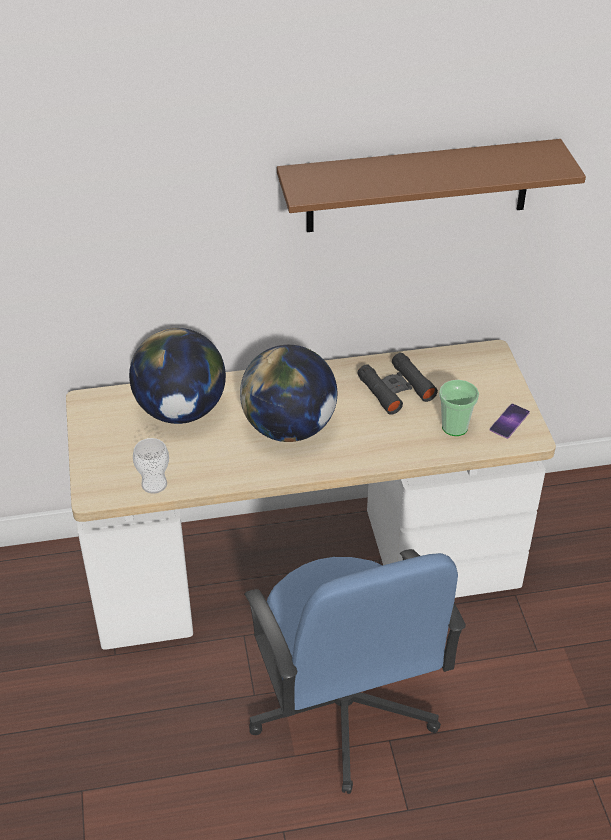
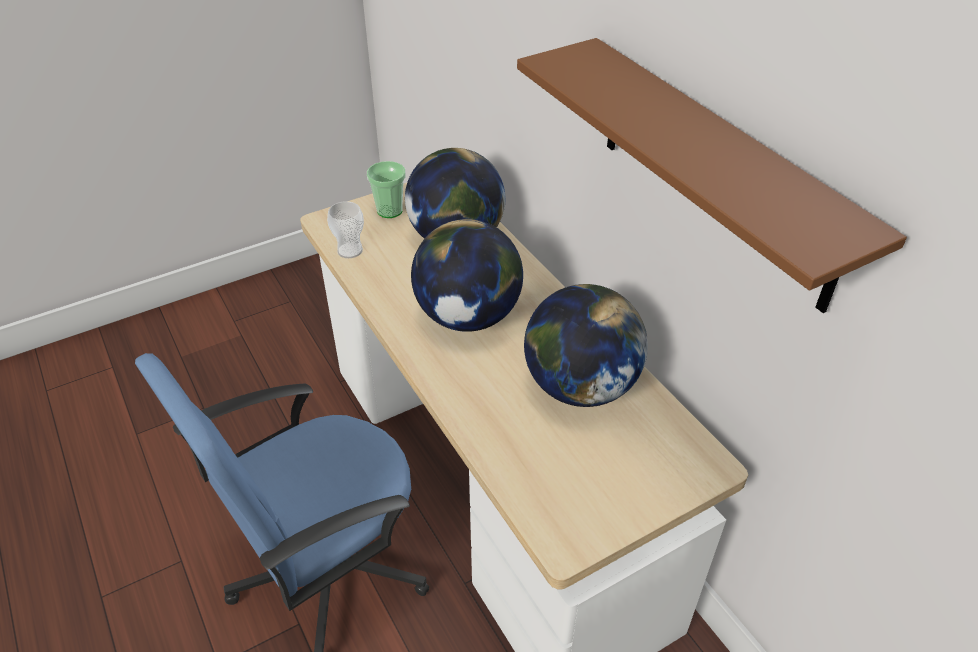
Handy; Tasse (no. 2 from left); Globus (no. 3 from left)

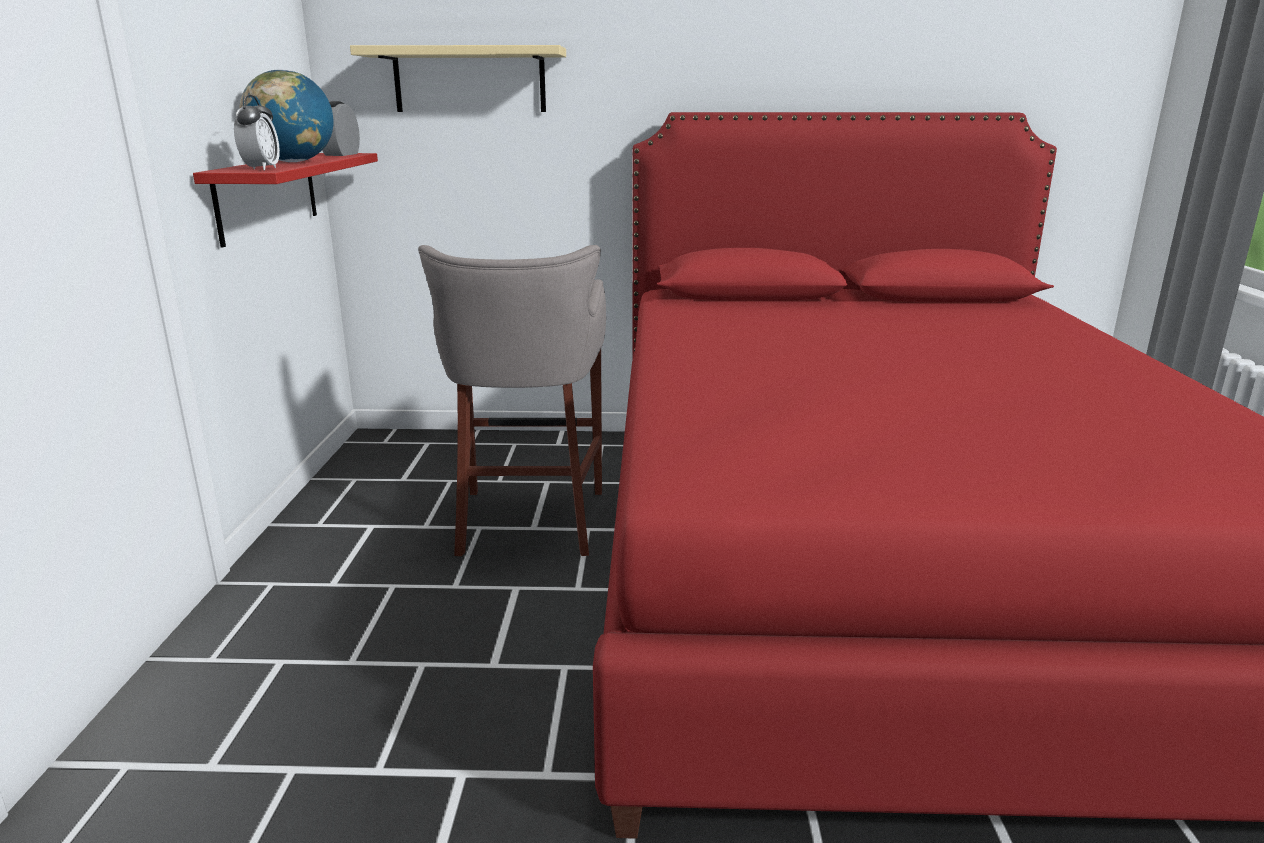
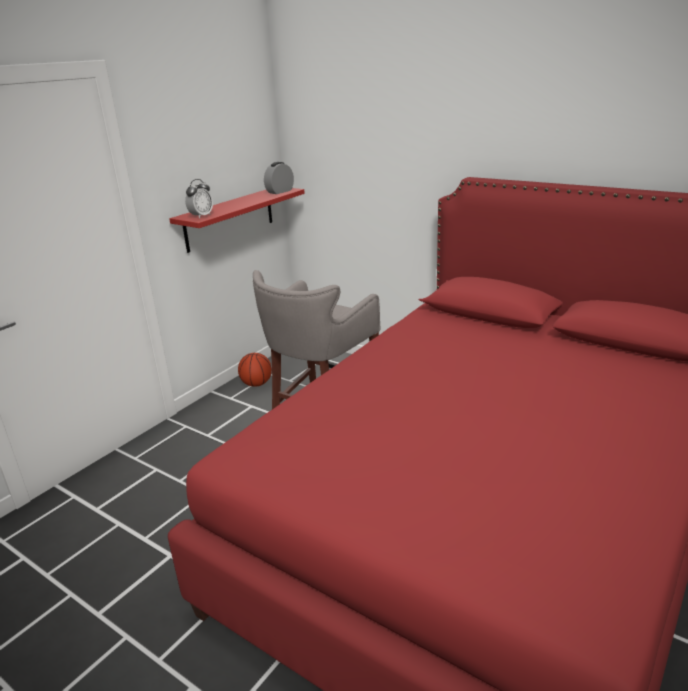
Globus; Wandregal (beige); Basketball

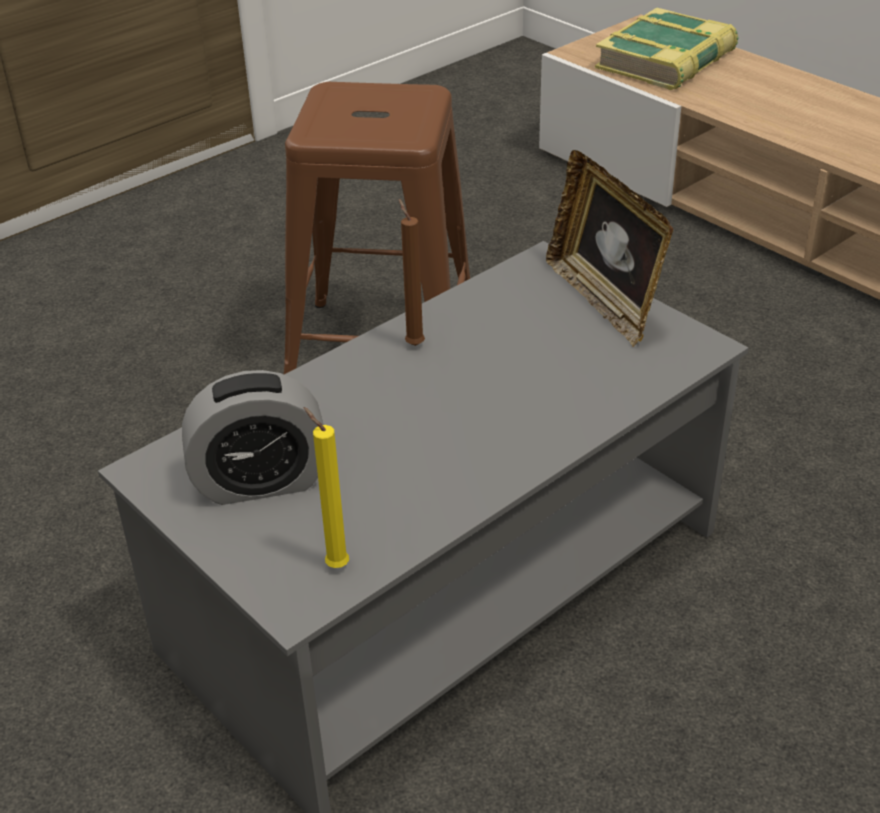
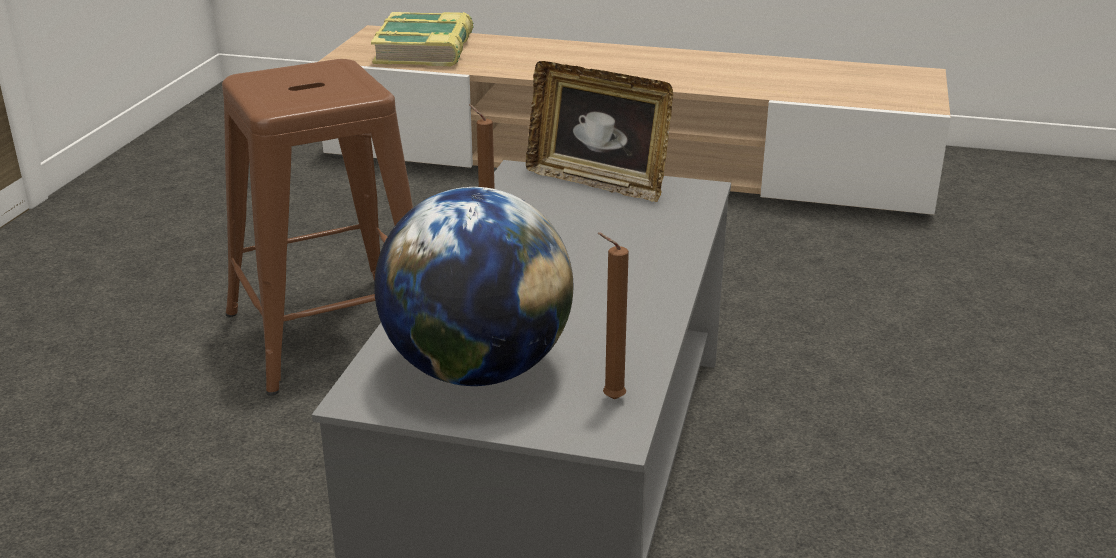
Globus; Kerze (braun) (no. 2 from left)

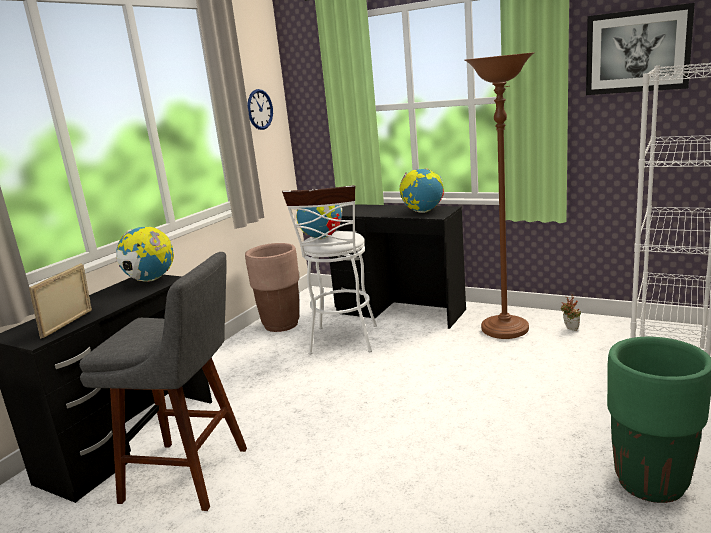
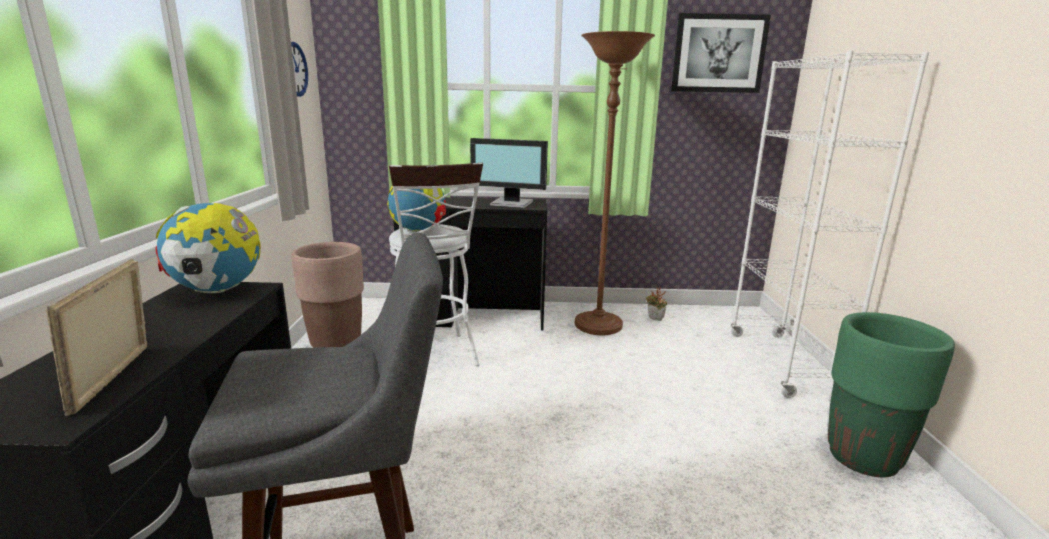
Monitor

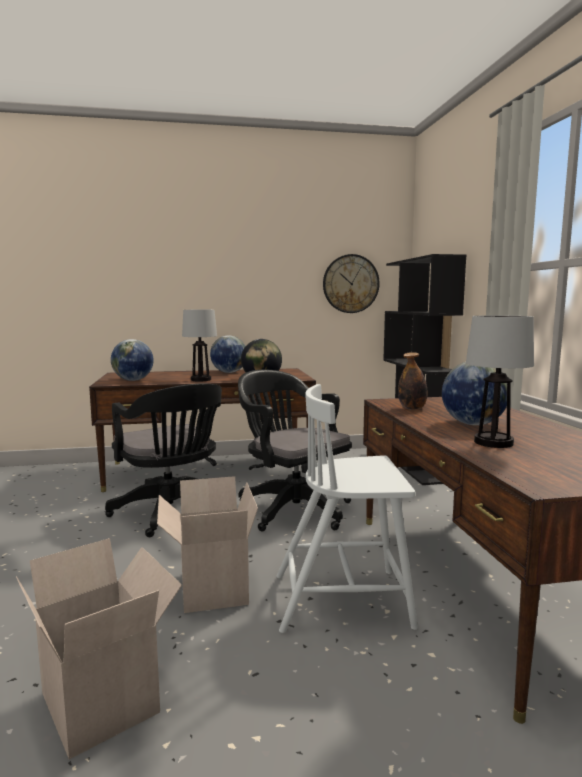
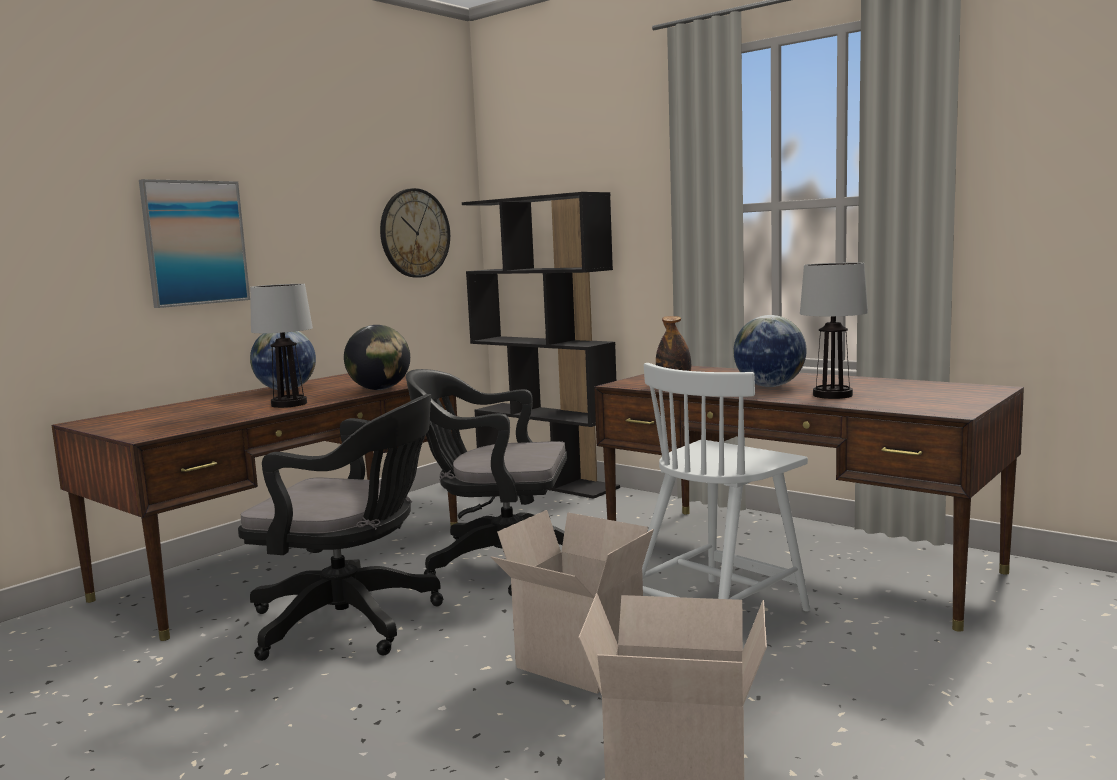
Globus (no. 1 from left in the first image); Bild

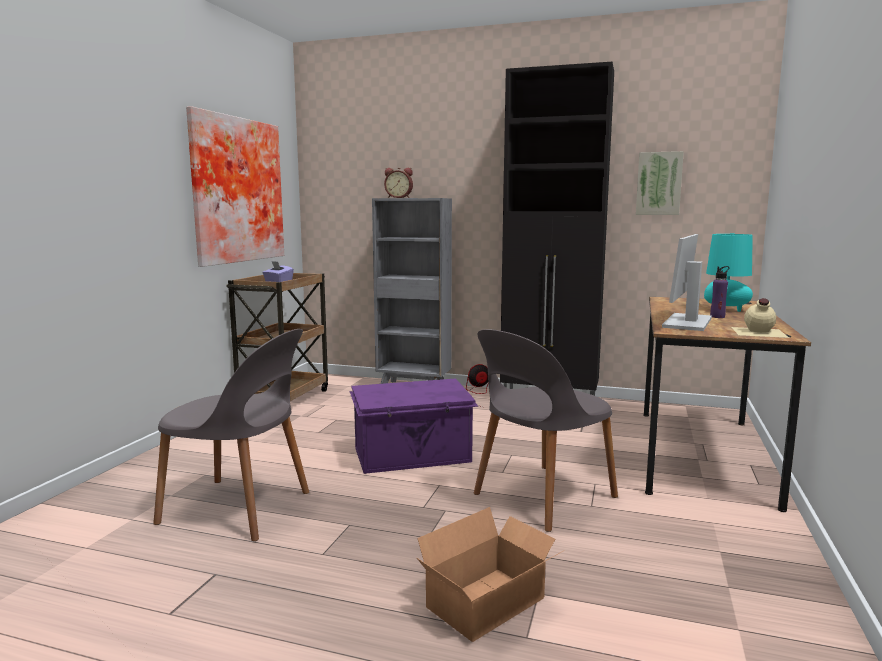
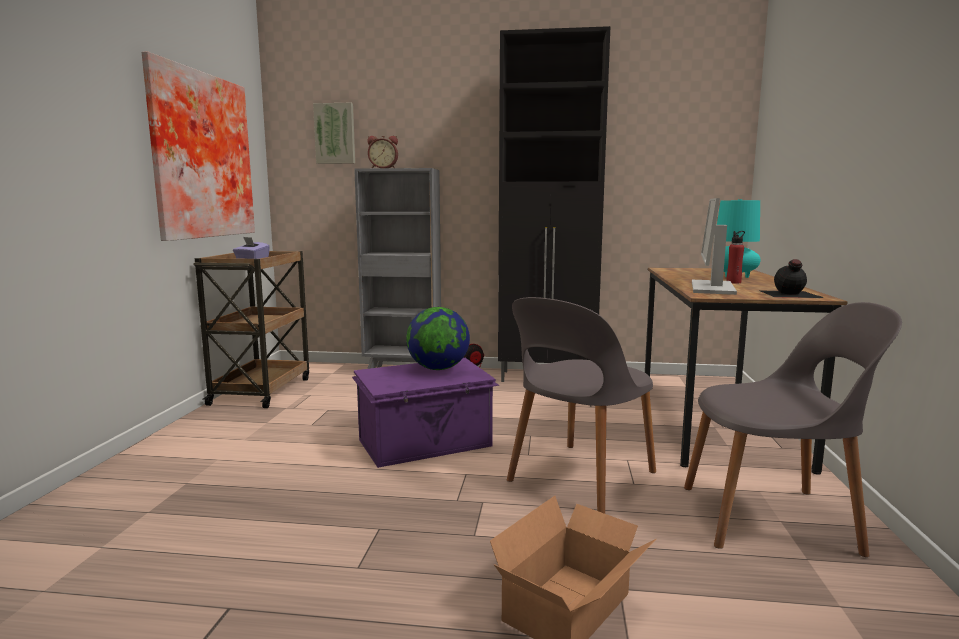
Globus; Stuhl (grau) (no. 2 from left); Bild (no. 2 from left); Flasche (rot); Flasche (schwarz)

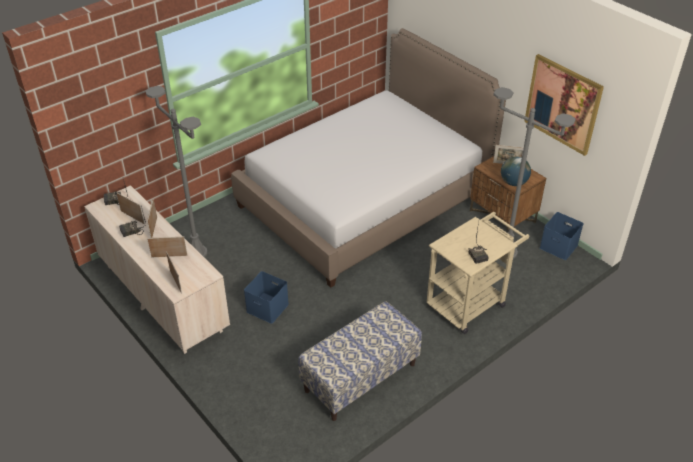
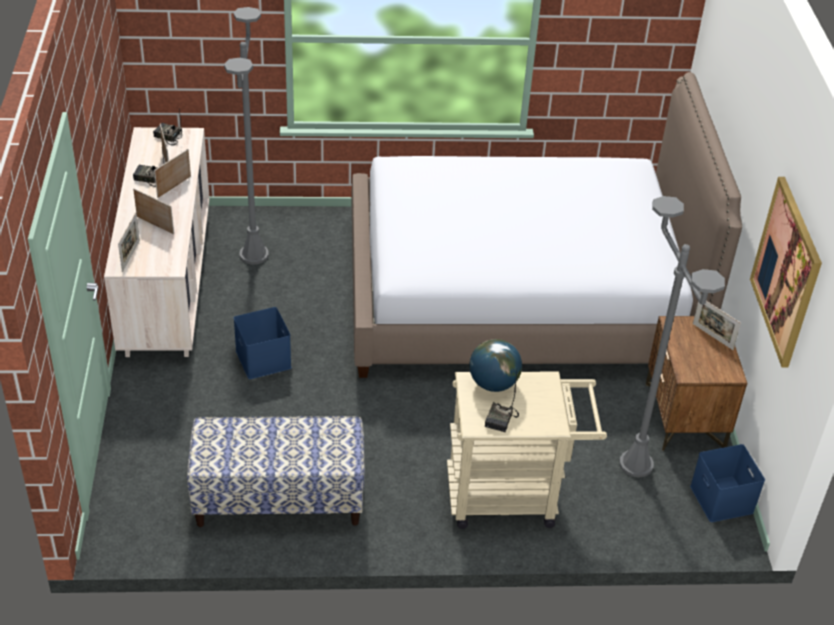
Globus

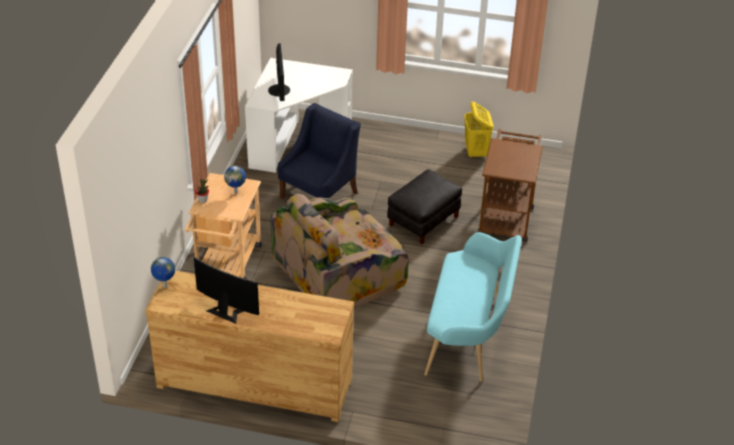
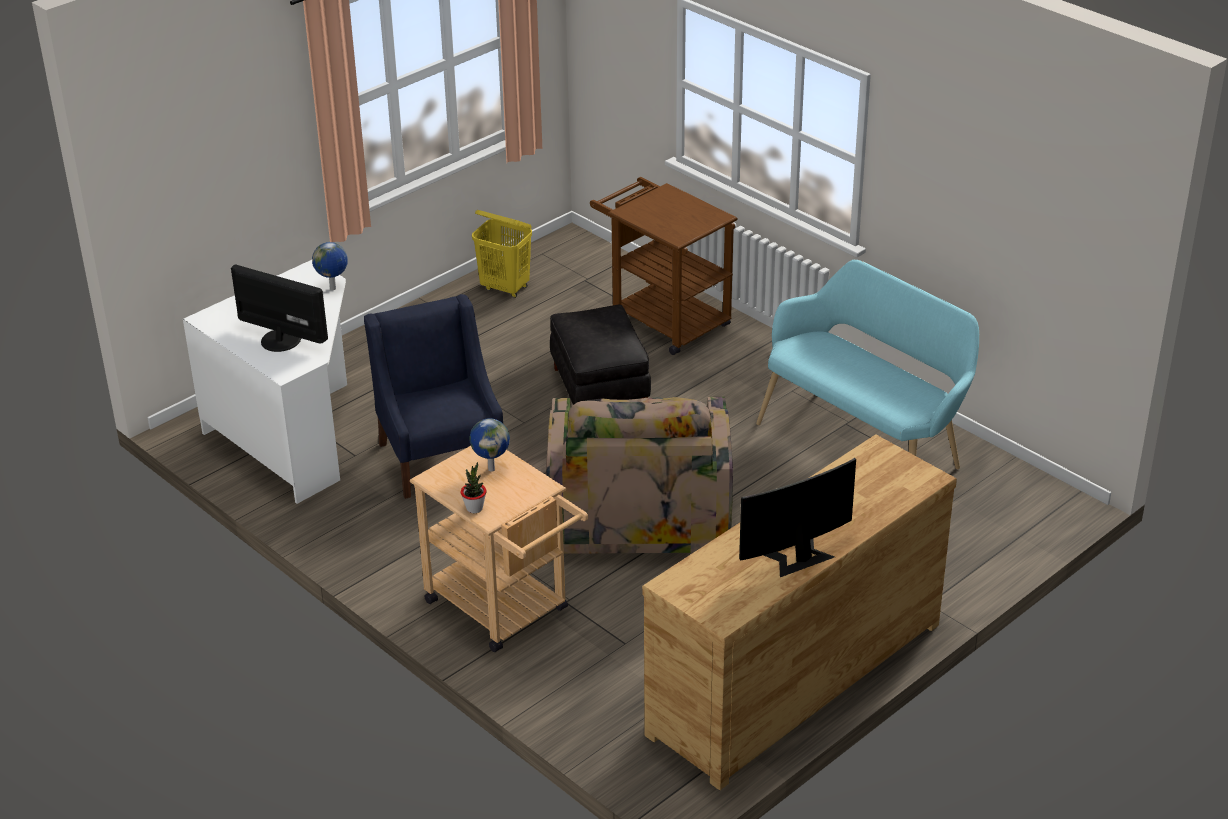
Globus (no. 1 from left)

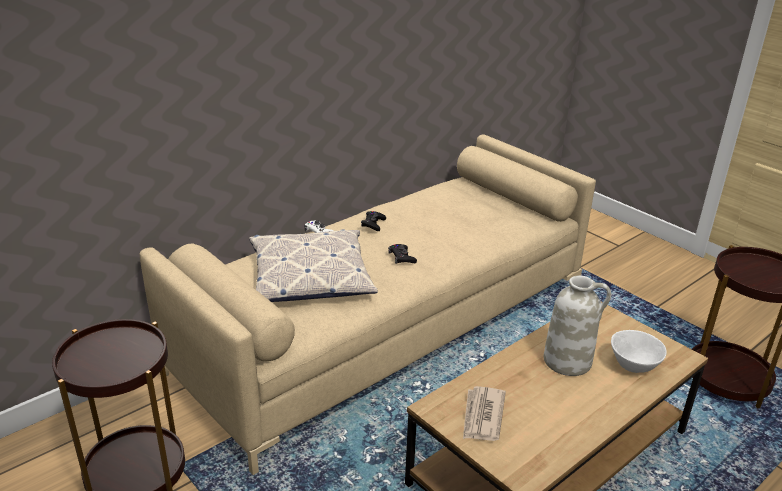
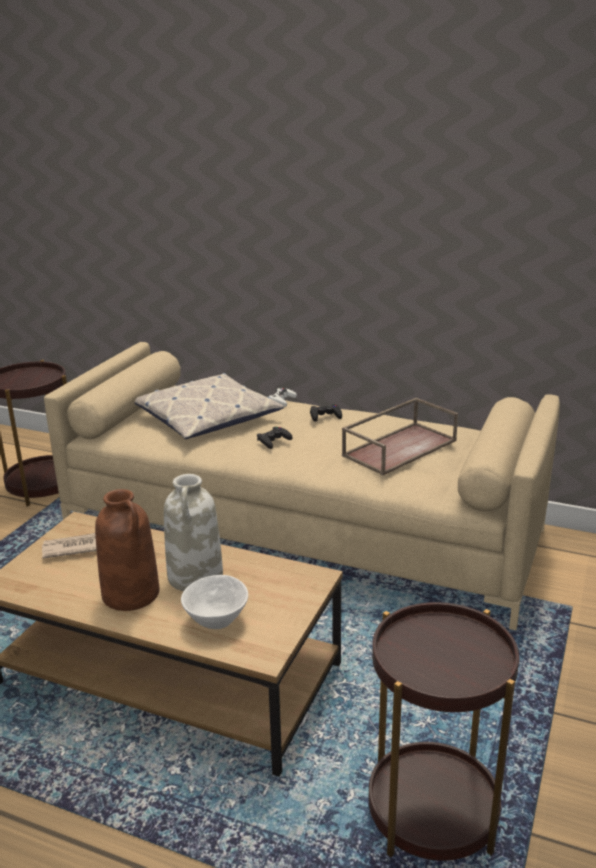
Vase (braun); Tablett (braun)

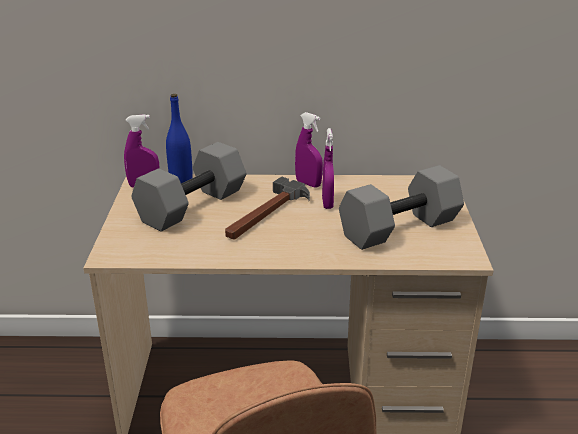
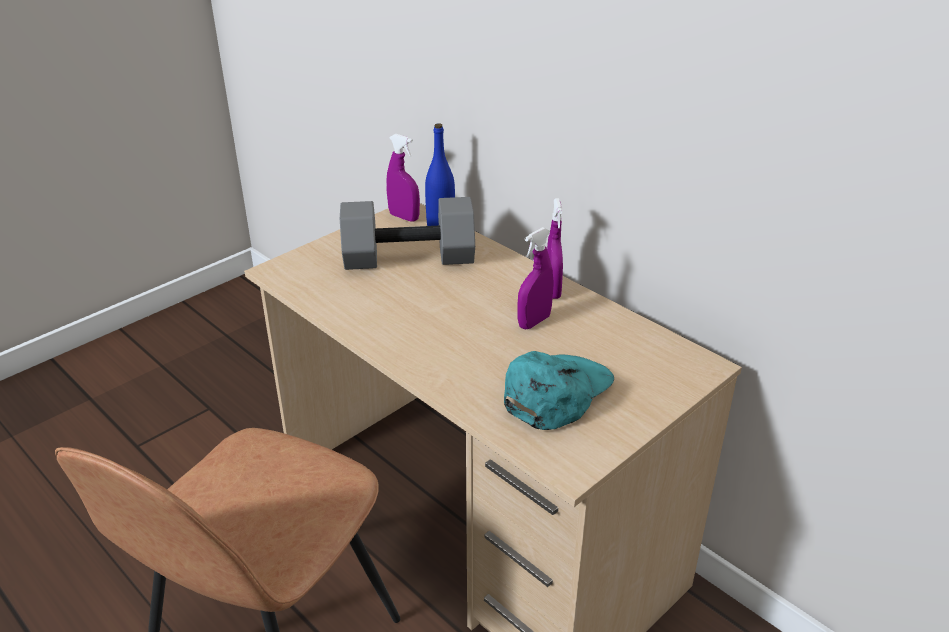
Hammer; Kappe (türkis)

